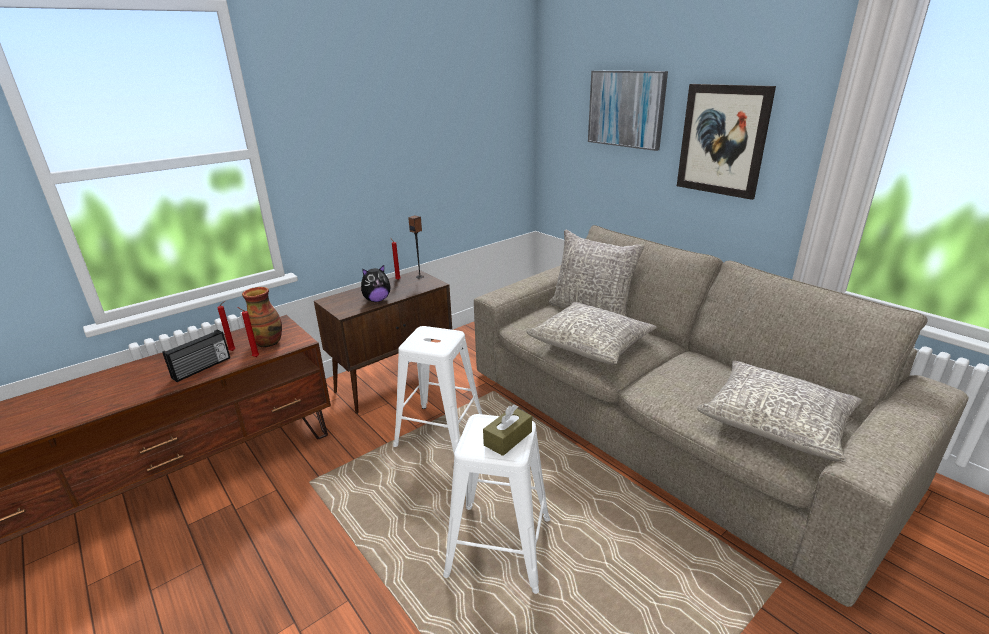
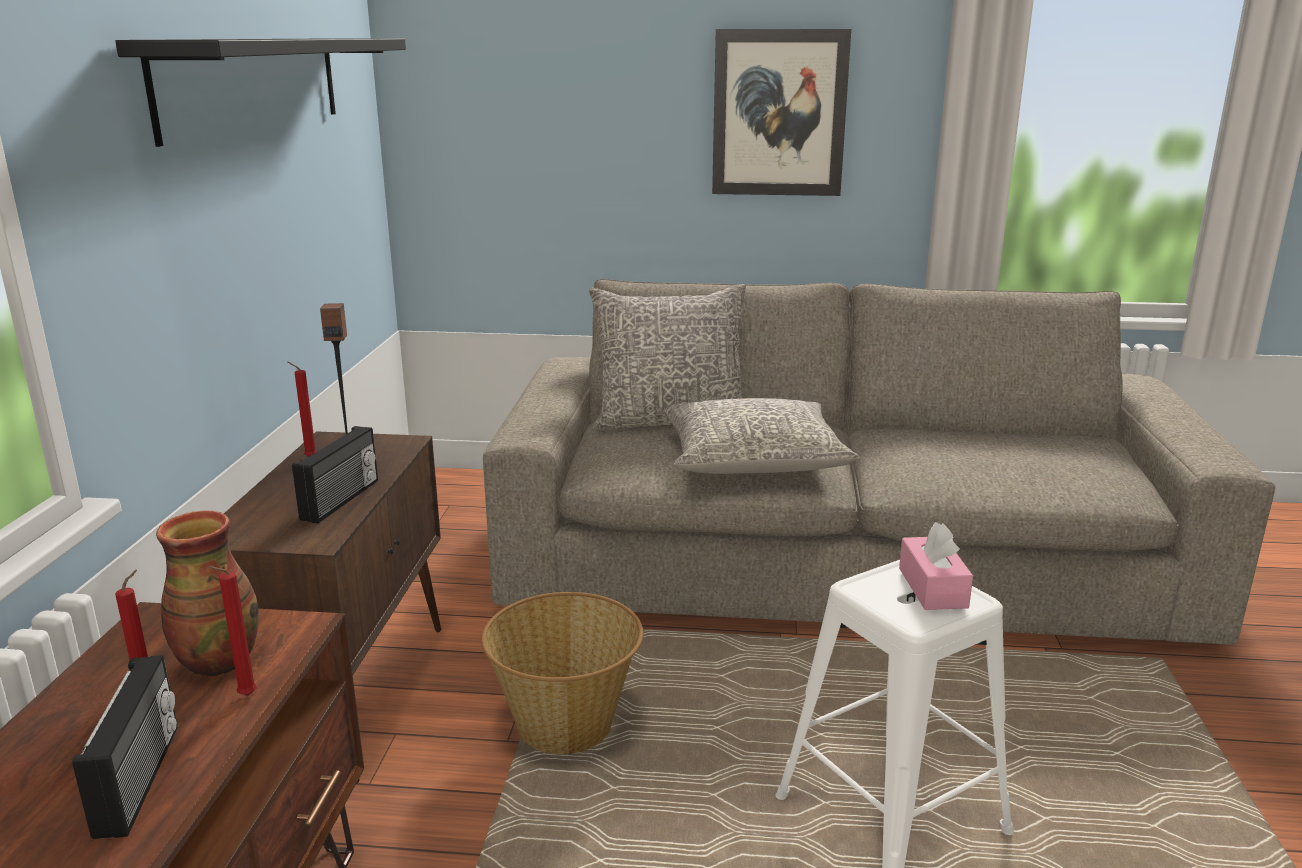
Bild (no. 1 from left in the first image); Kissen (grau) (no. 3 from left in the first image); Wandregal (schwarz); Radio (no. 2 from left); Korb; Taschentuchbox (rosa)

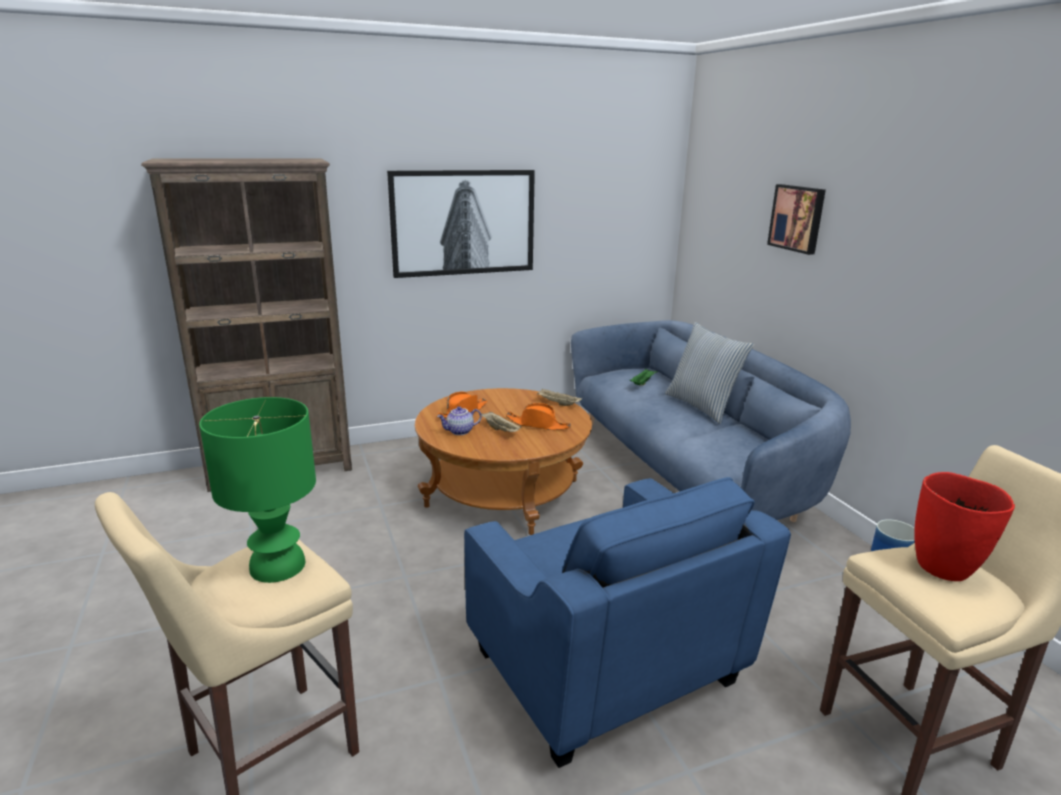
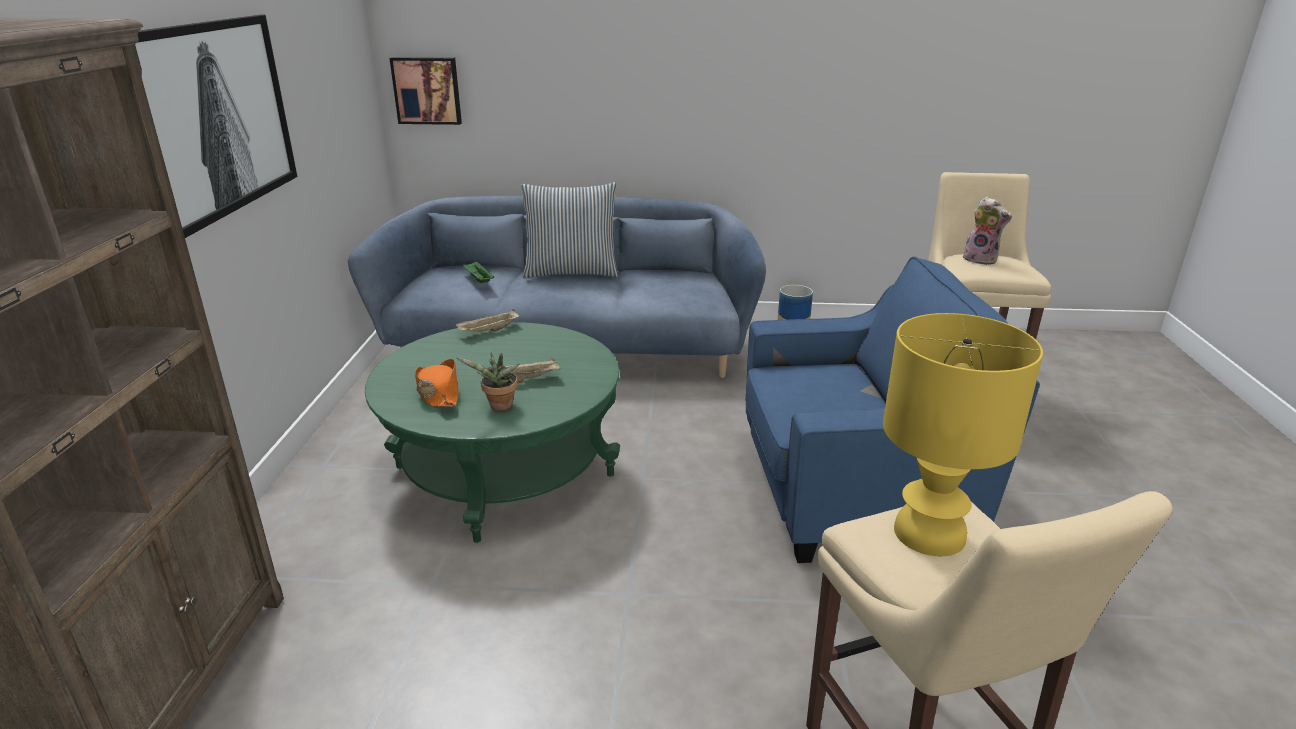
Hut (orange) (no. 2 from left in the first image); Bild (no. 2 from left); Topfpflanze; Plüschtier; Tischlampe (gelb); Couchtisch (grün)

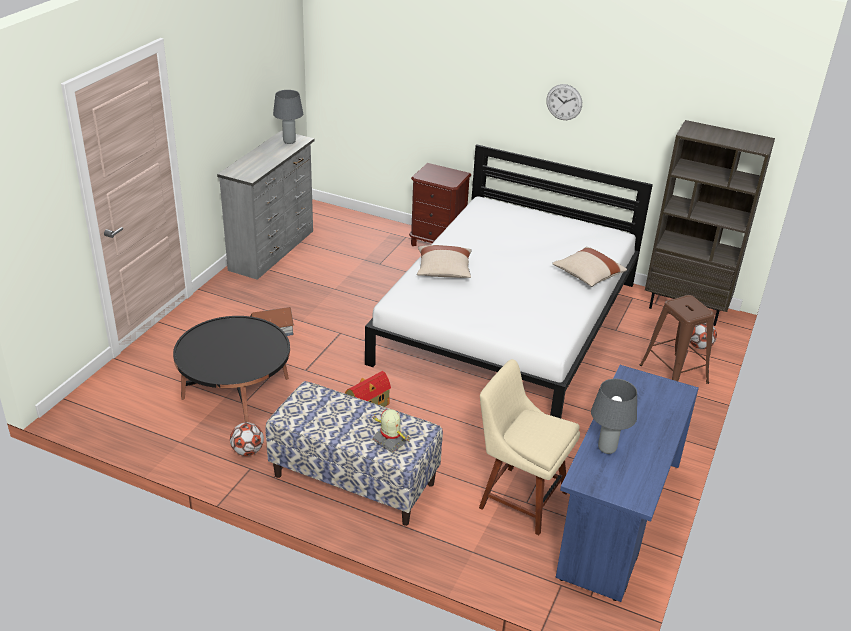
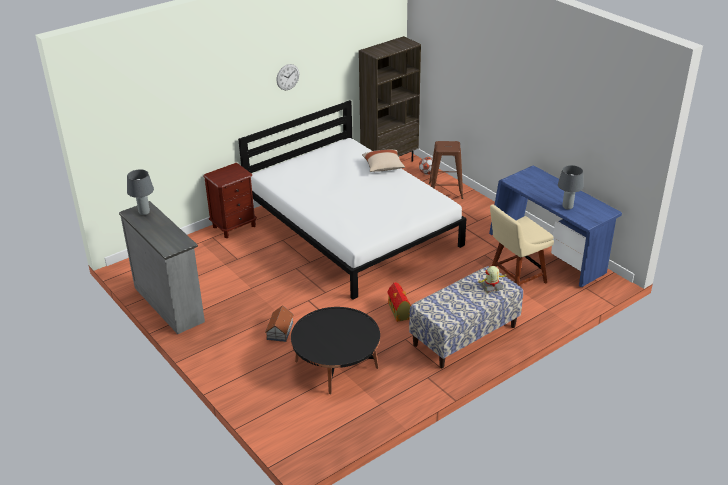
Fußball (no. 1 from left in the first image); Kissen (beige) (no. 1 from left in the first image)

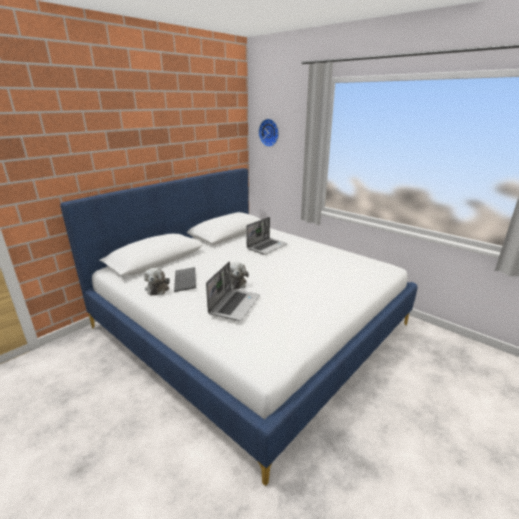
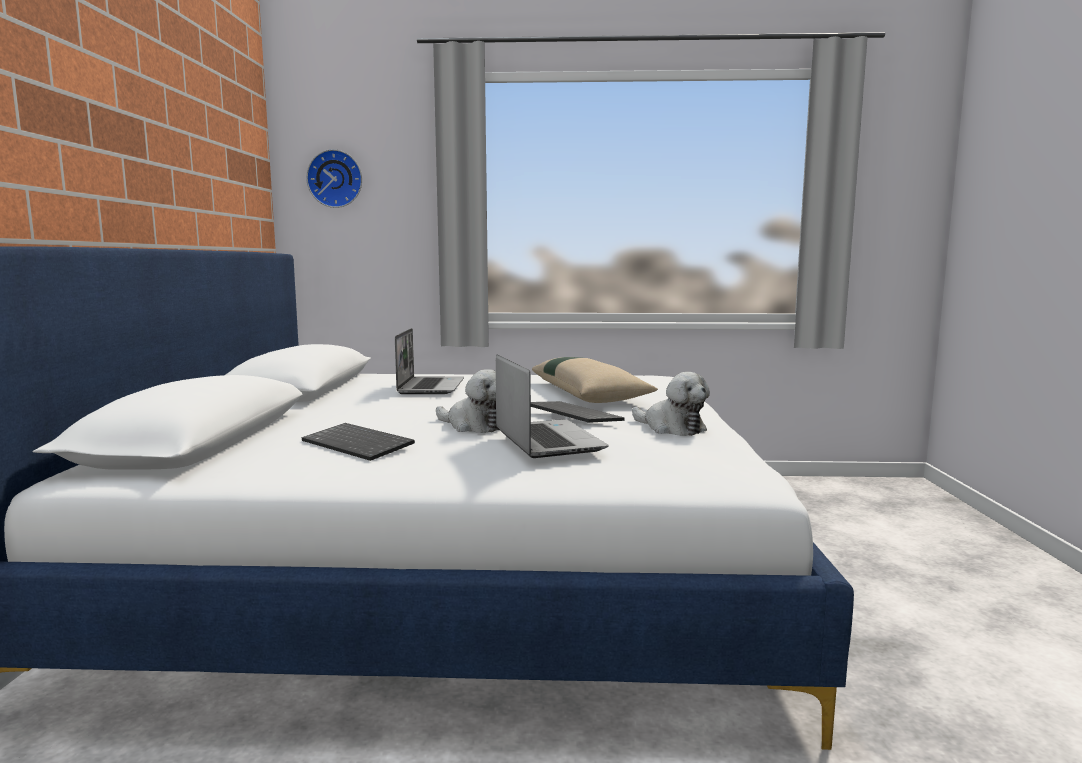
Tastatur (no. 2 from left); Kissen (beige); Plüschtier (no. 2 from left)

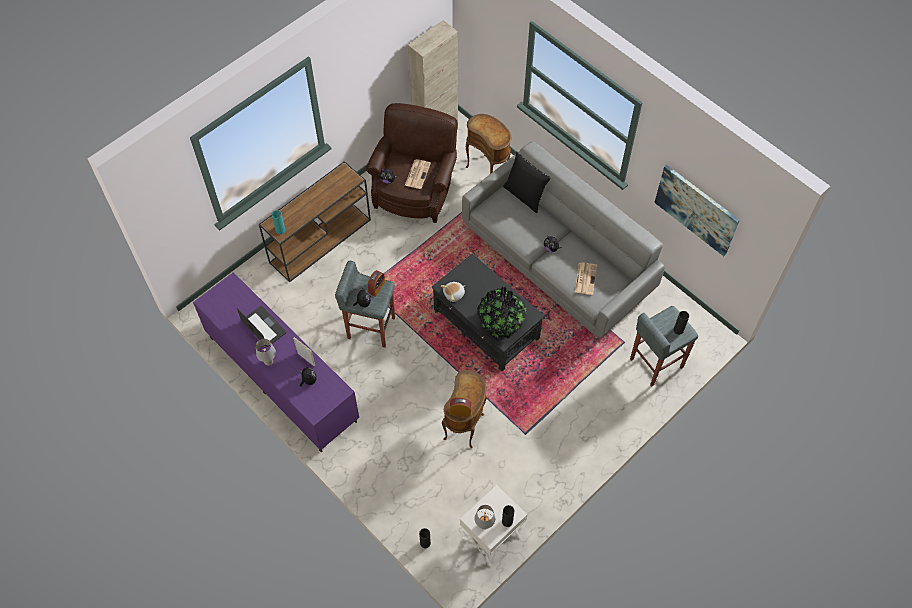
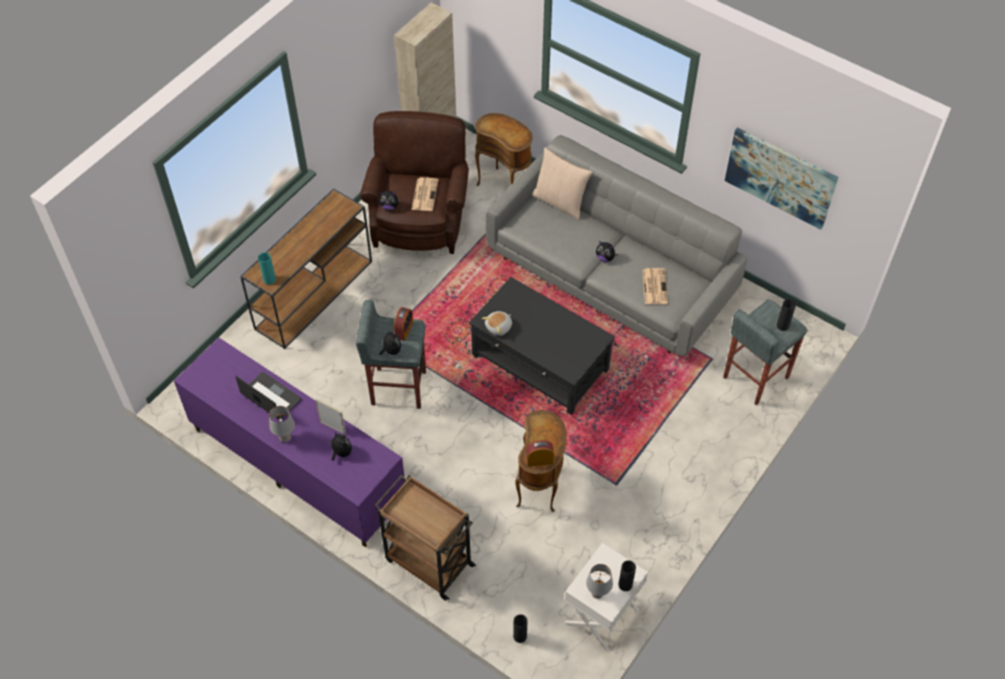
Topfpflanze; Rollwagen (braun); Kissen (beige)

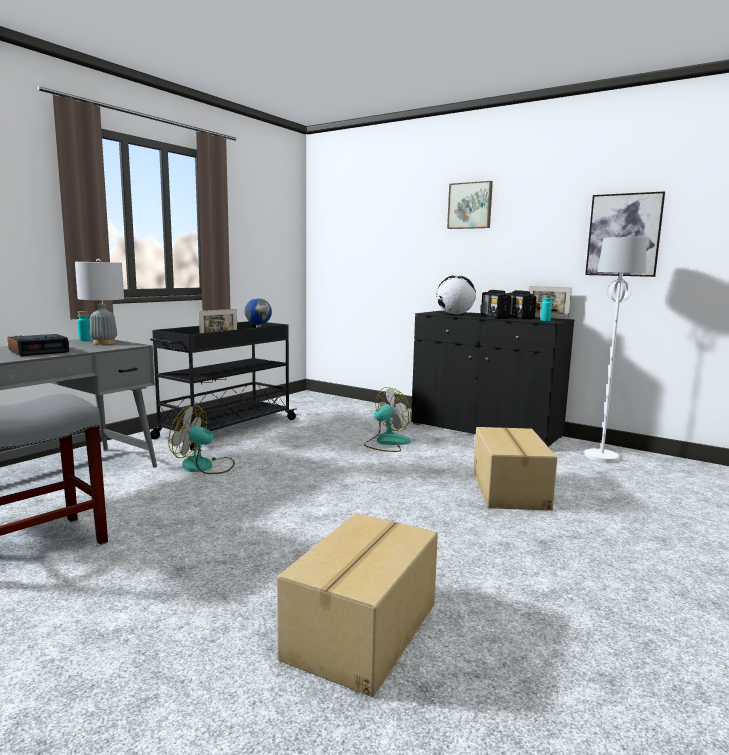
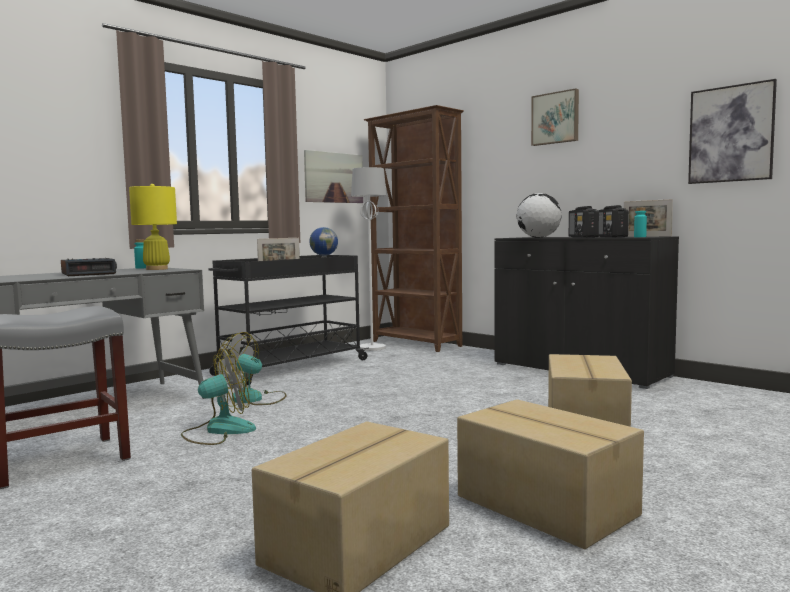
Bild (no. 1 from left); Bücherregal (braun); Karton (no. 2 from left); Ventilator (no. 1 from left); Stehlampe (weiß); Tischlampe (gelb)

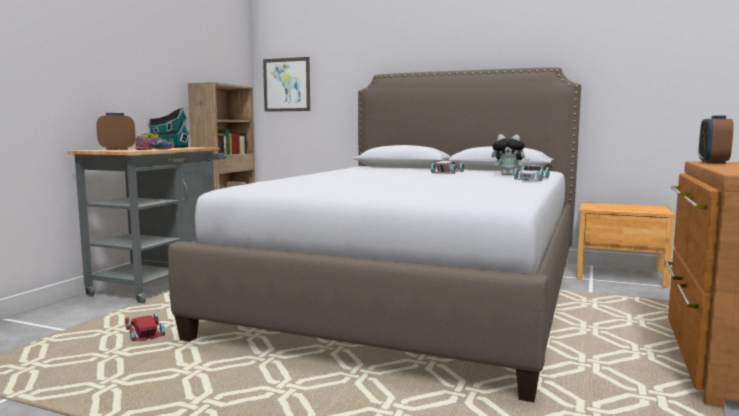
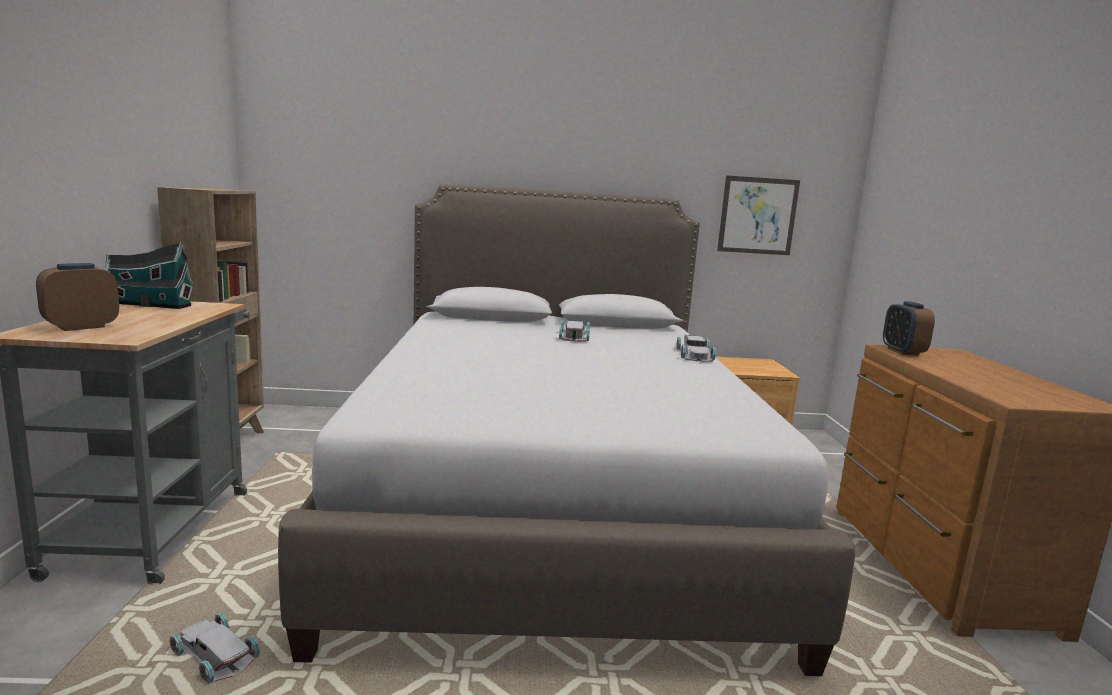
Schuh; Plüschtier; Bild; Spielzeugauto (weiß) (no. 1 from left)

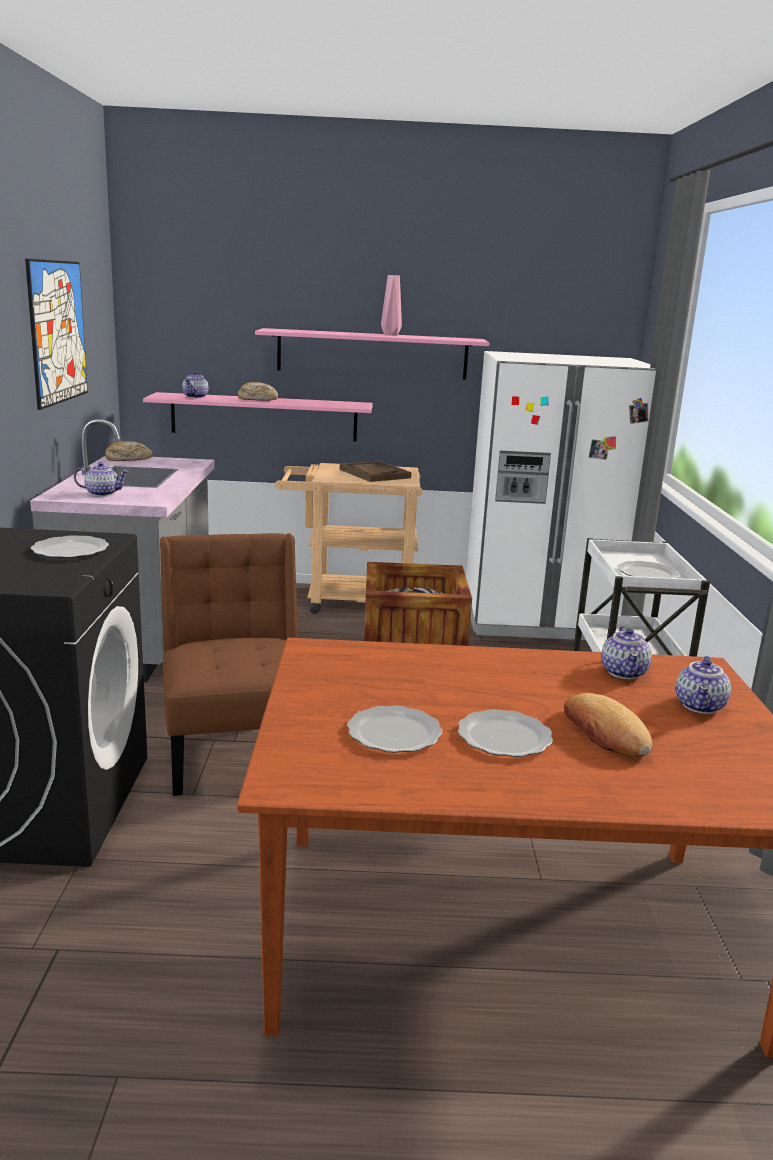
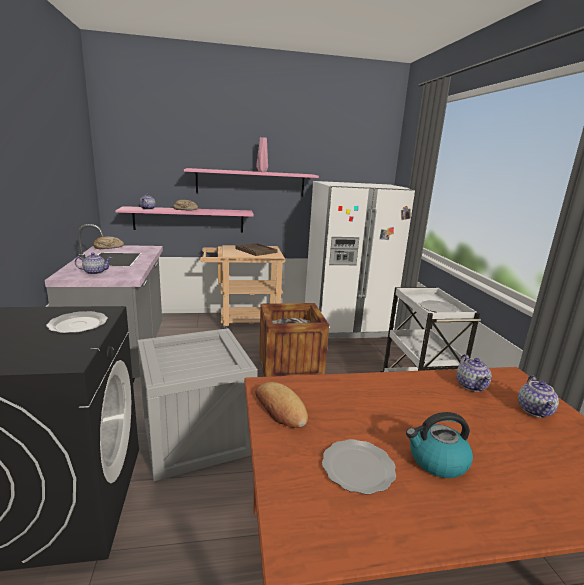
Bild; Brot (no. 3 from left); Kiste (no. 1 from left); Wasserkessel

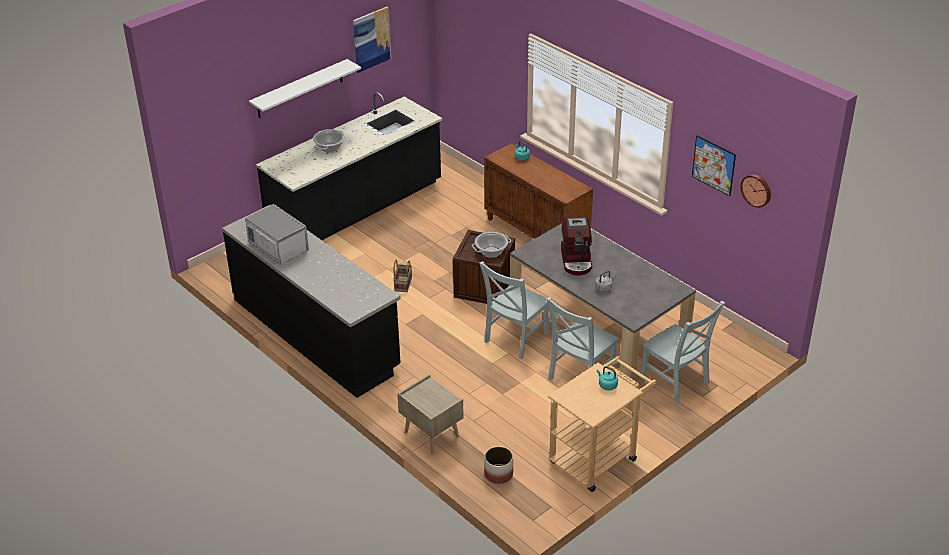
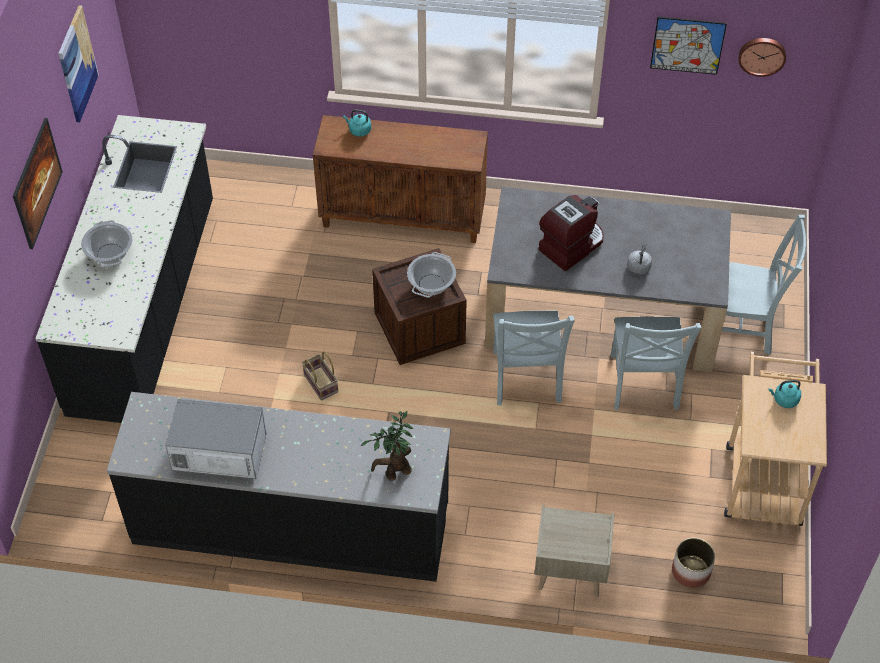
Topfpflanze; Bild (no. 1 from left); Kaffeemaschine

